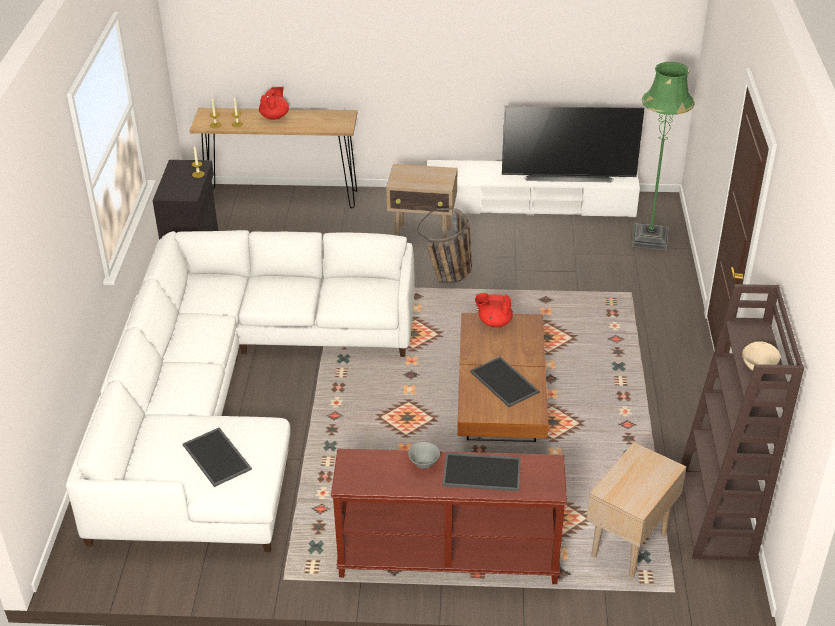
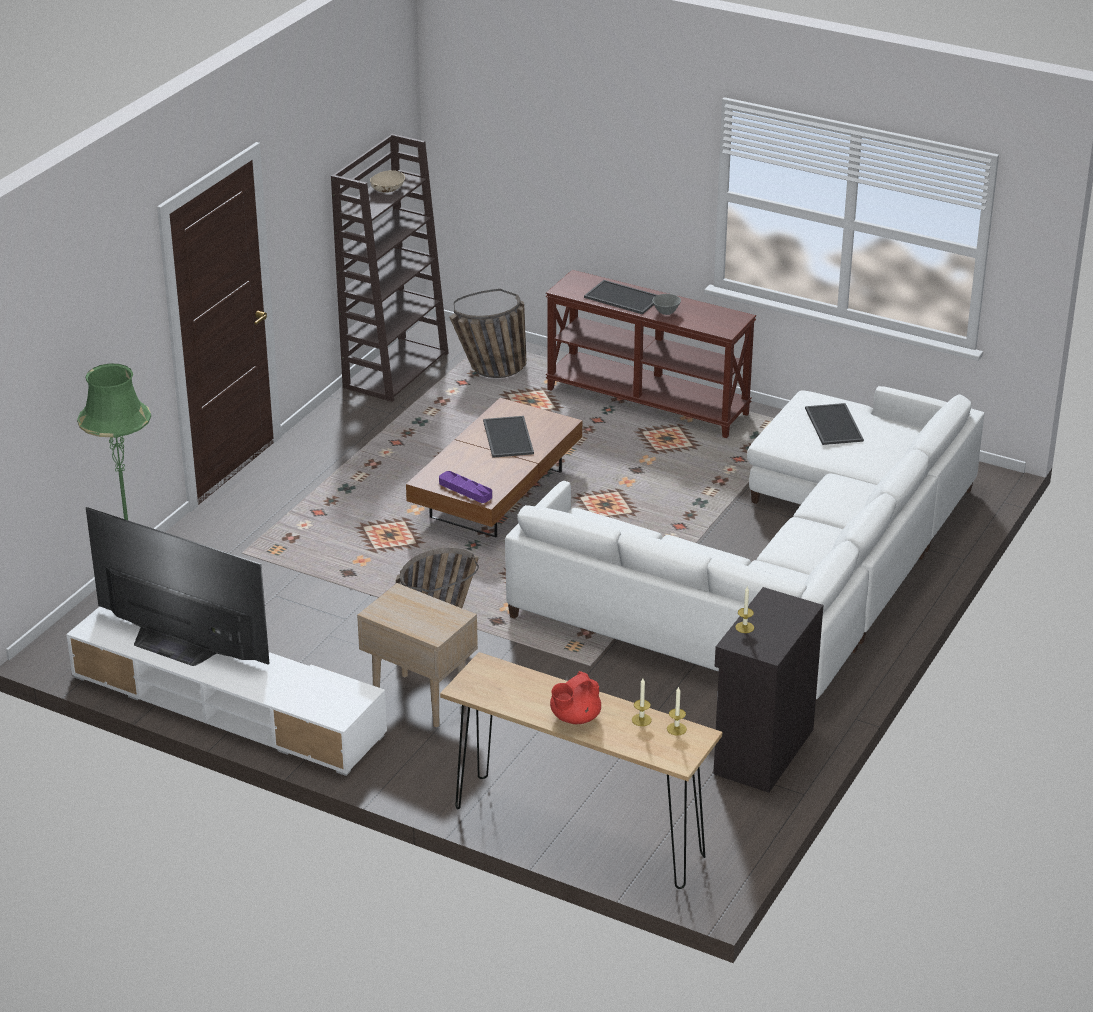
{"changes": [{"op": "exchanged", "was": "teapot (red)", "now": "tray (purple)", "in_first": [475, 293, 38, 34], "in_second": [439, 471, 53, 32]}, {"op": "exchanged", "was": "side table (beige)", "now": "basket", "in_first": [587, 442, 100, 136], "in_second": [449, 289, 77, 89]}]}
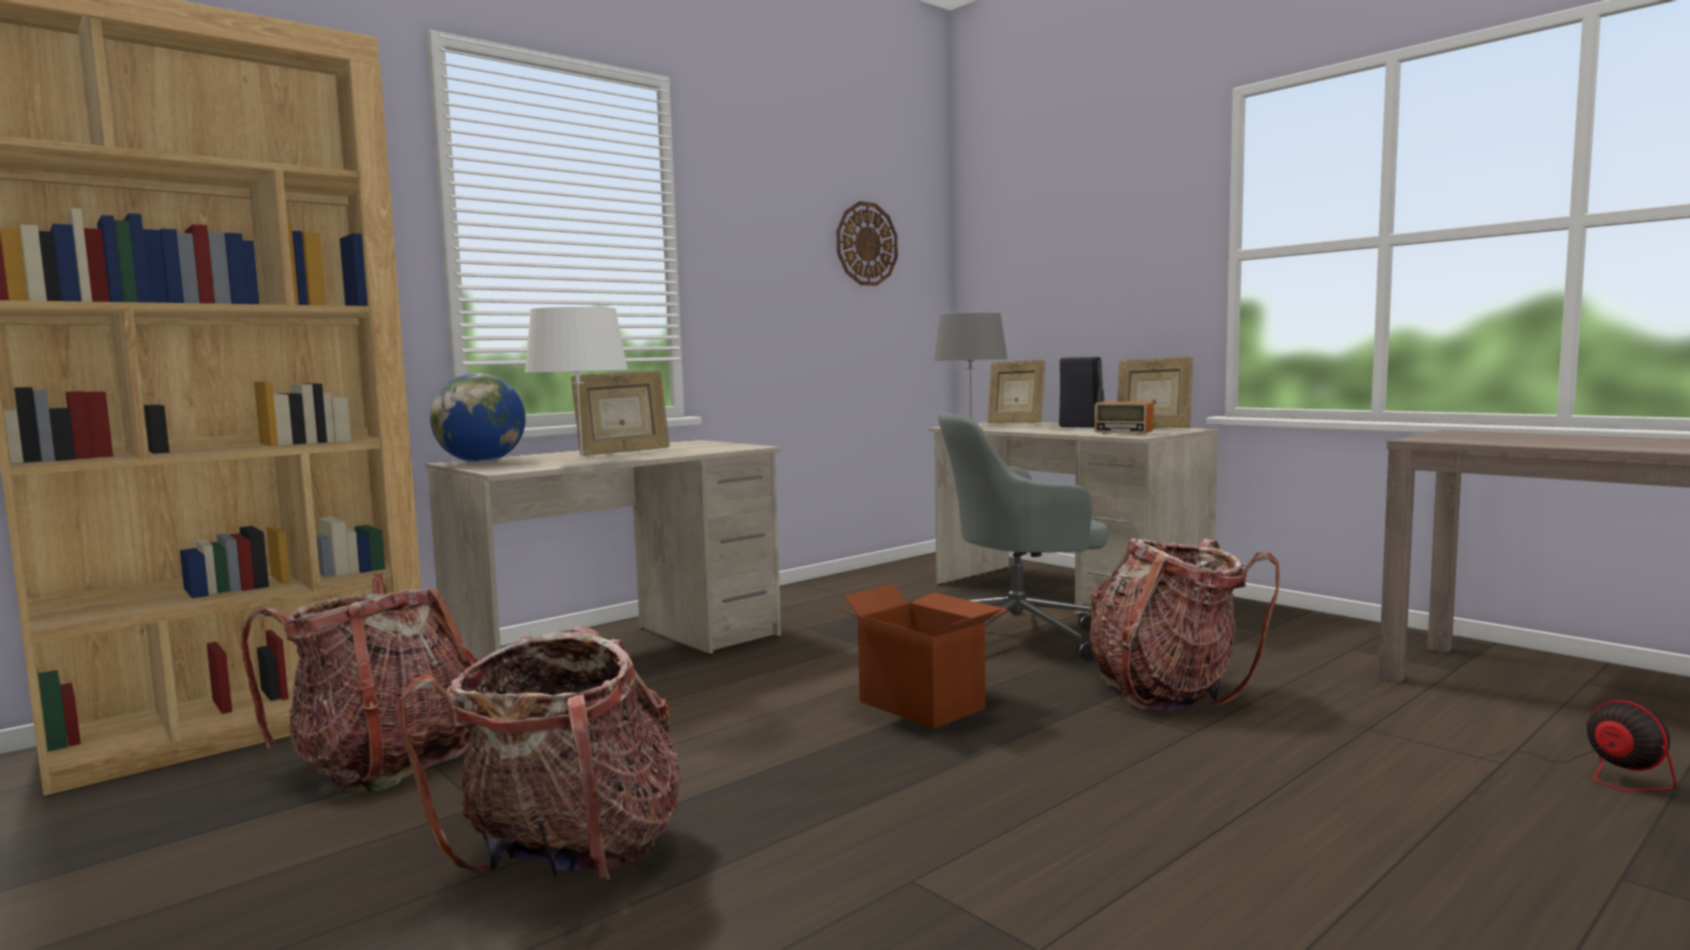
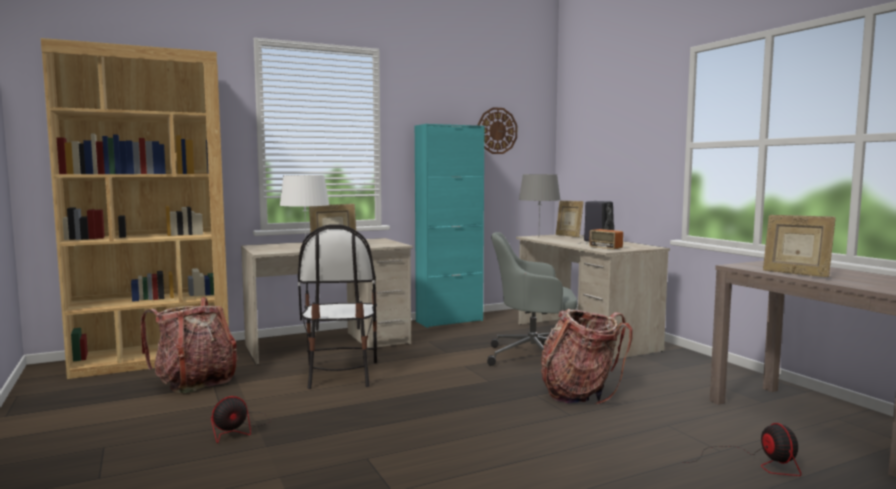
{"changes": [{"op": "exchanged", "was": "backpack", "now": "fan", "in_first": [398, 626, 283, 254], "in_second": [211, 396, 59, 47]}, {"op": "missing", "was": "globe", "in_first": [430, 373, 96, 90]}, {"op": "missing", "was": "cardboard box", "in_first": [832, 584, 176, 145]}, {"op": "relocated", "was": "picture frame", "in_first": [1117, 357, 76, 71], "in_second": [763, 215, 73, 62]}, {"op": "appeared", "now": "chair", "in_second": [298, 224, 79, 165]}, {"op": "appeared", "now": "cabinet (turquoise)", "in_second": [415, 124, 69, 204]}]}
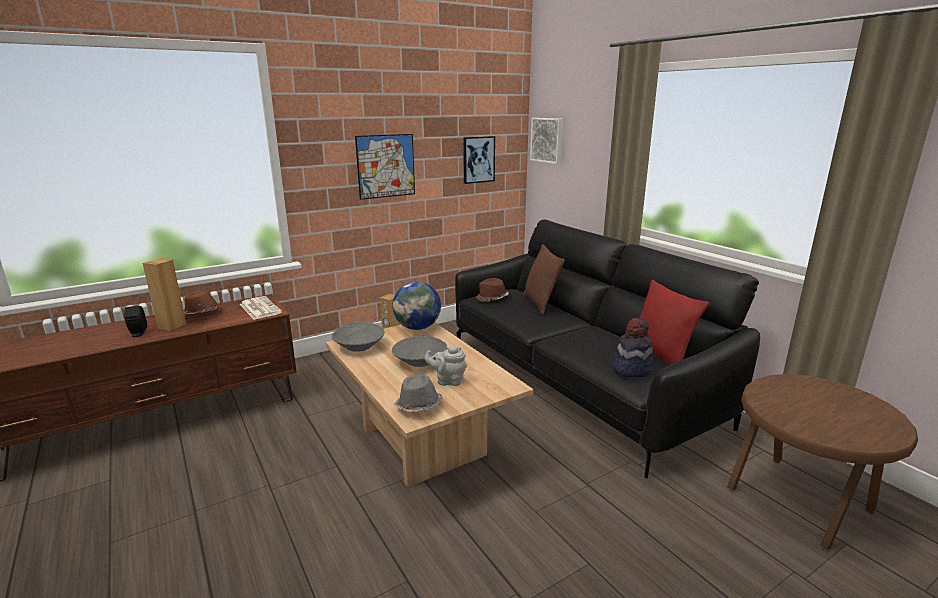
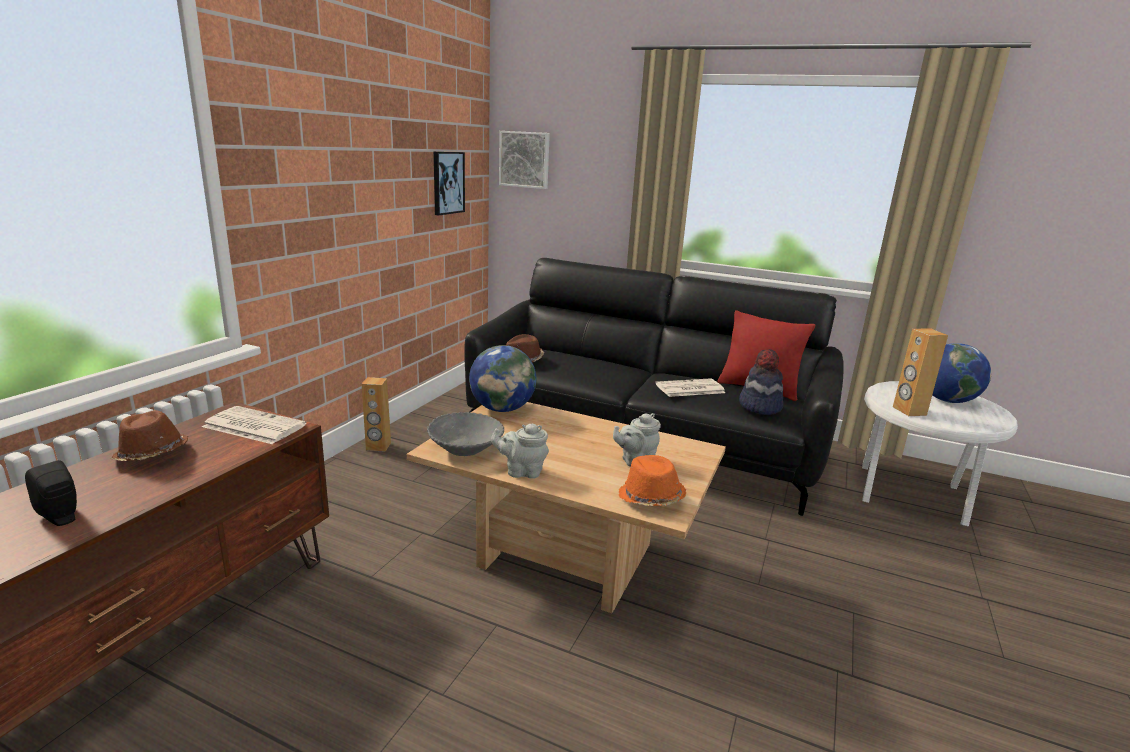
{"changes": [{"op": "relocated", "was": "speaker (brown)", "in_first": [143, 258, 43, 73], "in_second": [893, 329, 55, 87]}, {"op": "missing", "was": "picture", "in_first": [355, 134, 60, 66]}, {"op": "missing", "was": "bowl (grey)", "in_first": [392, 336, 55, 31]}, {"op": "colour", "was": "hat (grey)", "now": "hat (orange)", "in_first": [394, 374, 49, 38], "in_second": [619, 455, 67, 51]}, {"op": "missing", "was": "pillow (brown)", "in_first": [523, 244, 42, 71]}, {"op": "colour", "was": "side table (brown)", "now": "side table (white)", "in_first": [727, 374, 191, 176], "in_second": [862, 381, 156, 145]}, {"op": "appeared", "now": "teapot (grey)", "in_second": [491, 424, 58, 55]}, {"op": "appeared", "now": "newspaper", "in_second": [655, 378, 70, 19]}, {"op": "appeared", "now": "globe", "in_second": [932, 343, 59, 60]}]}
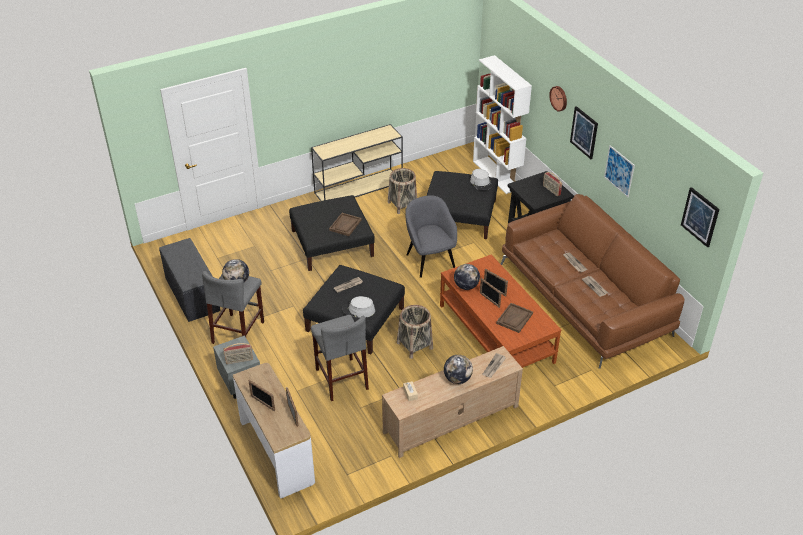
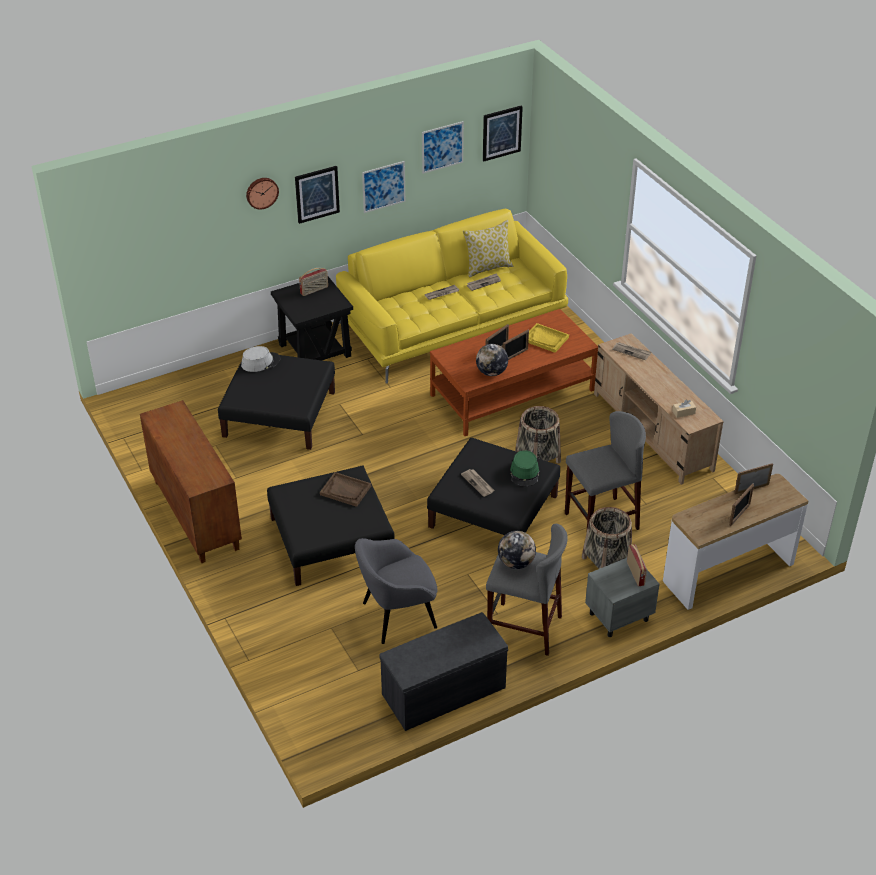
{"changes": [{"op": "exchanged", "was": "console table (beige)", "now": "cabinet (brown)", "in_first": [311, 124, 92, 77], "in_second": [140, 400, 102, 163]}, {"op": "colour", "was": "hat (grey)", "now": "hat (green)", "in_first": [342, 296, 33, 22], "in_second": [510, 450, 29, 37]}, {"op": "relocated", "was": "basket", "in_first": [388, 168, 29, 46], "in_second": [582, 507, 50, 62]}, {"op": "relocated", "was": "armchair (grey)", "in_first": [405, 195, 52, 83], "in_second": [355, 538, 83, 106]}, {"op": "missing", "was": "globe", "in_first": [444, 355, 29, 29]}, {"op": "missing", "was": "bookcase (white)", "in_first": [473, 55, 59, 139]}, {"op": "colour", "was": "tray (brown)", "now": "tray (yellow)", "in_first": [496, 303, 37, 30], "in_second": [528, 323, 41, 30]}, {"op": "colour", "was": "sofa (brown)", "now": "sofa (yellow)", "in_first": [501, 194, 184, 175], "in_second": [336, 209, 232, 174]}, {"op": "appeared", "now": "picture", "in_second": [422, 121, 42, 53]}, {"op": "appeared", "now": "pillow", "in_second": [463, 220, 50, 58]}]}
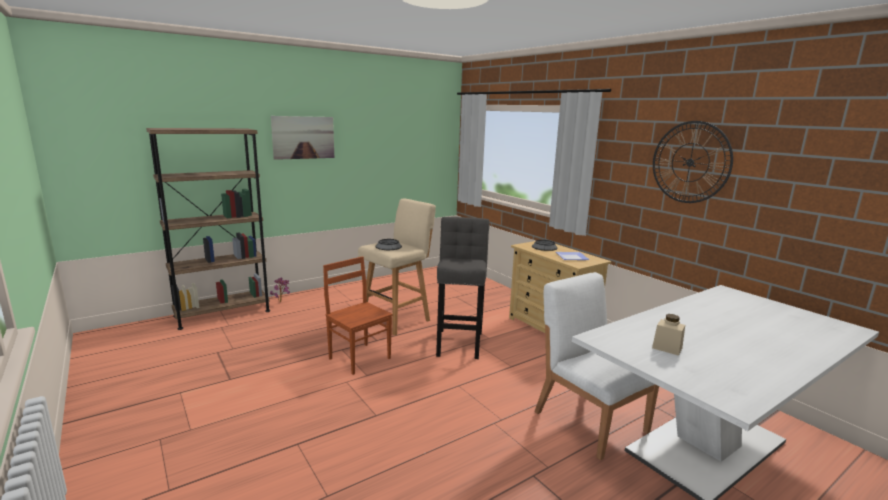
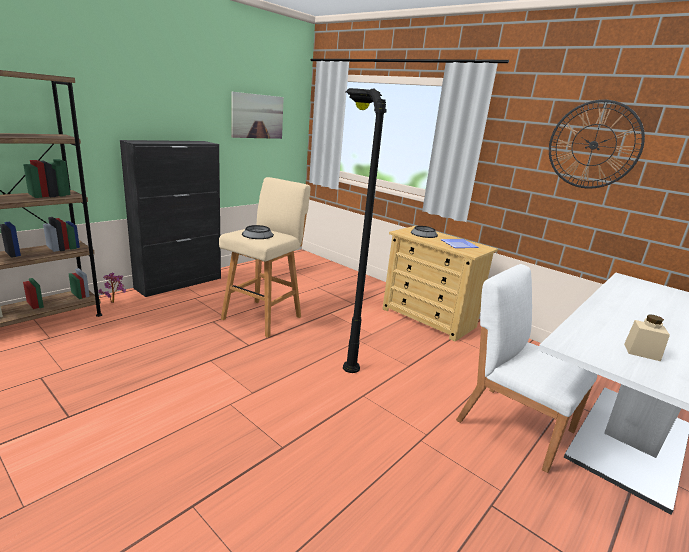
{"changes": [{"op": "relocated", "was": "picture", "in_first": [271, 116, 63, 44], "in_second": [231, 92, 53, 47]}, {"op": "missing", "was": "chair (brown)", "in_first": [323, 256, 69, 119]}, {"op": "exchanged", "was": "stool (grey)", "now": "floor lamp (black)", "in_first": [436, 217, 54, 142], "in_second": [343, 88, 44, 285]}, {"op": "appeared", "now": "cabinet (black)", "in_second": [120, 140, 101, 157]}]}
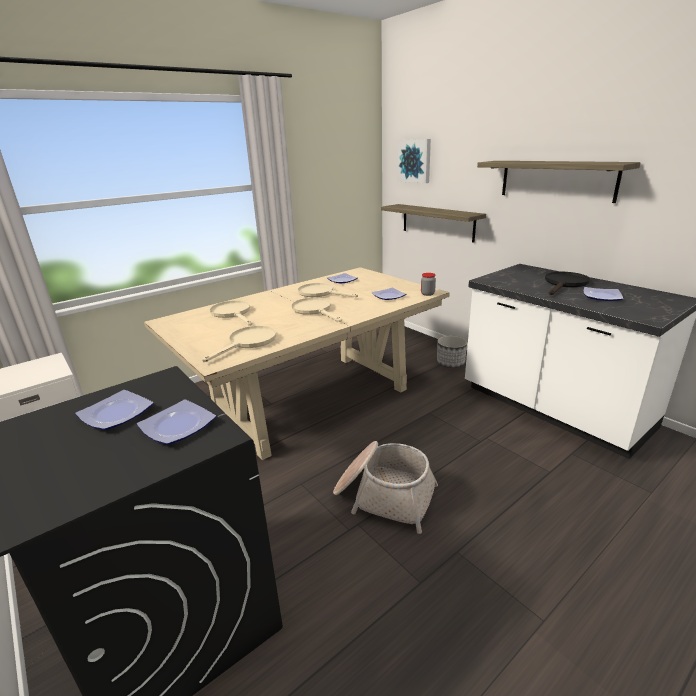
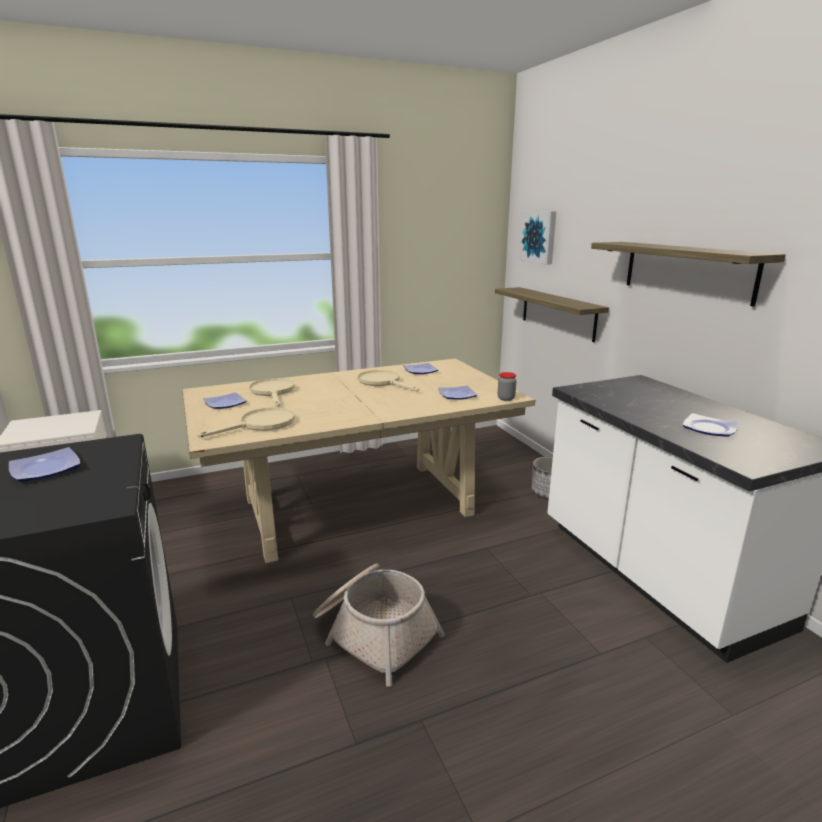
{"changes": [{"op": "relocated", "was": "plate", "in_first": [137, 399, 79, 46], "in_second": [204, 392, 43, 17]}, {"op": "missing", "was": "frying pan (beige)", "in_first": [292, 298, 50, 24]}, {"op": "missing", "was": "frying pan (black)", "in_first": [545, 272, 45, 23]}]}
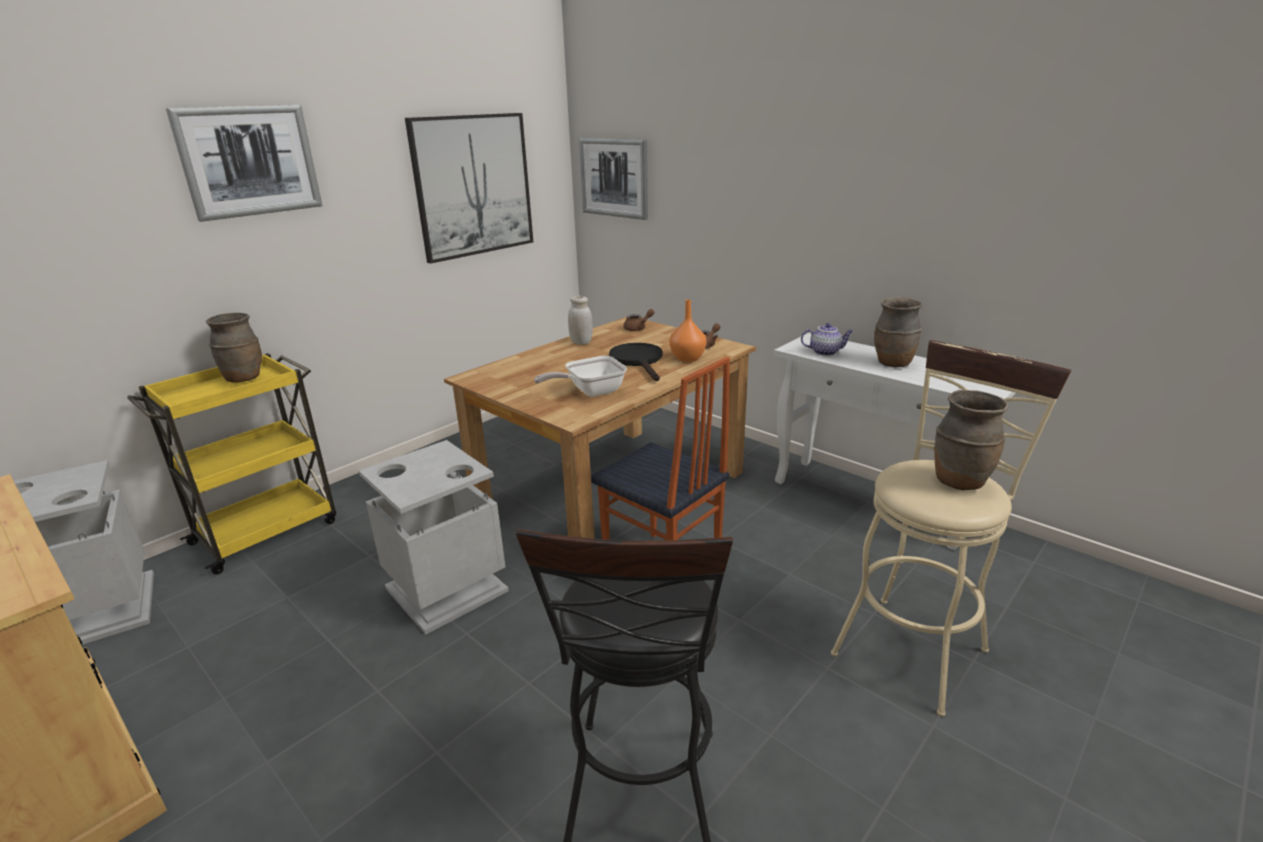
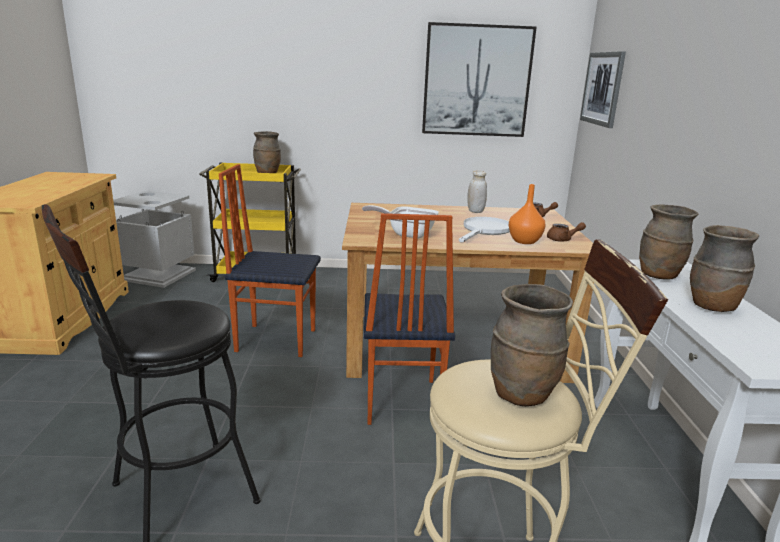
{"changes": [{"op": "missing", "was": "picture", "in_first": [166, 105, 156, 117]}, {"op": "exchanged", "was": "trash can (grey)", "now": "chair", "in_first": [359, 440, 150, 195], "in_second": [219, 164, 102, 193]}, {"op": "colour", "was": "frying pan (black)", "now": "frying pan (white)", "in_first": [609, 343, 54, 38], "in_second": [459, 217, 51, 26]}, {"op": "exchanged", "was": "teapot", "now": "vase (brown)", "in_first": [801, 323, 52, 33], "in_second": [639, 205, 59, 74]}]}
